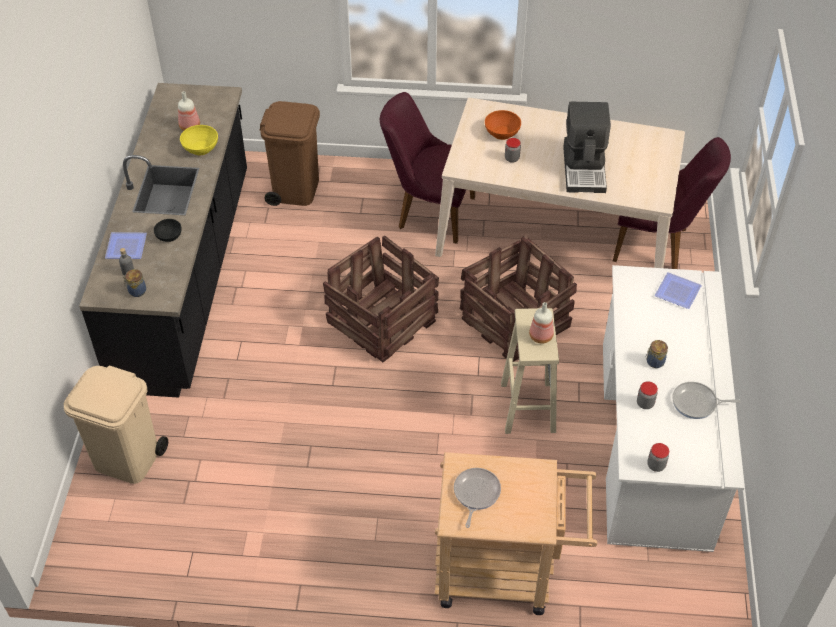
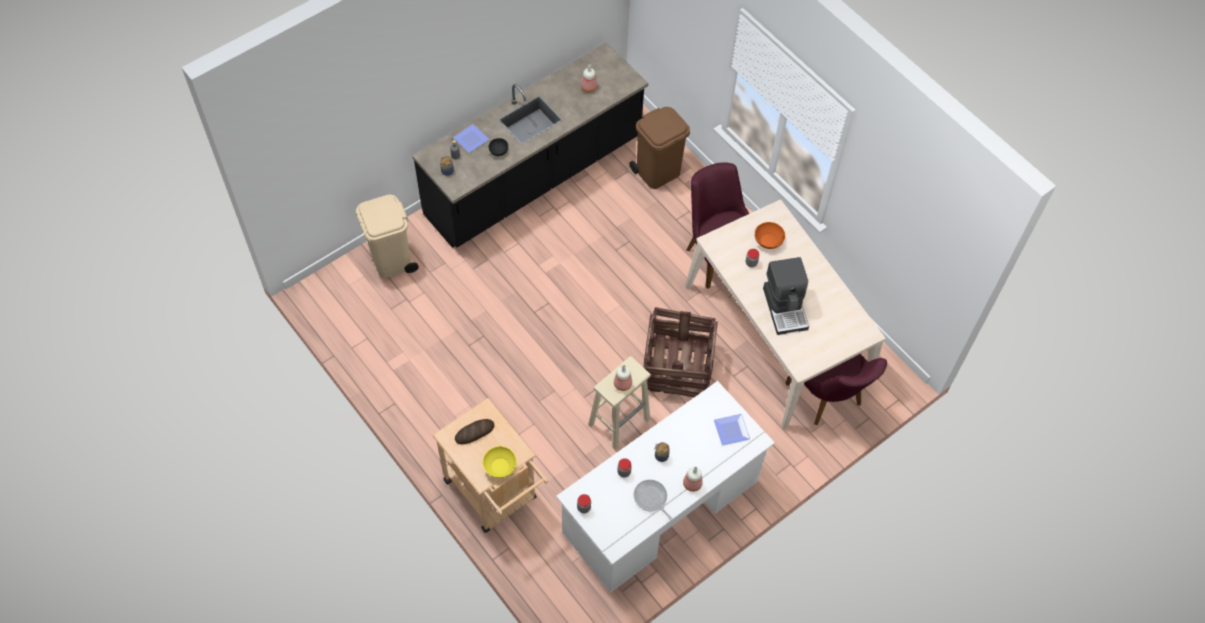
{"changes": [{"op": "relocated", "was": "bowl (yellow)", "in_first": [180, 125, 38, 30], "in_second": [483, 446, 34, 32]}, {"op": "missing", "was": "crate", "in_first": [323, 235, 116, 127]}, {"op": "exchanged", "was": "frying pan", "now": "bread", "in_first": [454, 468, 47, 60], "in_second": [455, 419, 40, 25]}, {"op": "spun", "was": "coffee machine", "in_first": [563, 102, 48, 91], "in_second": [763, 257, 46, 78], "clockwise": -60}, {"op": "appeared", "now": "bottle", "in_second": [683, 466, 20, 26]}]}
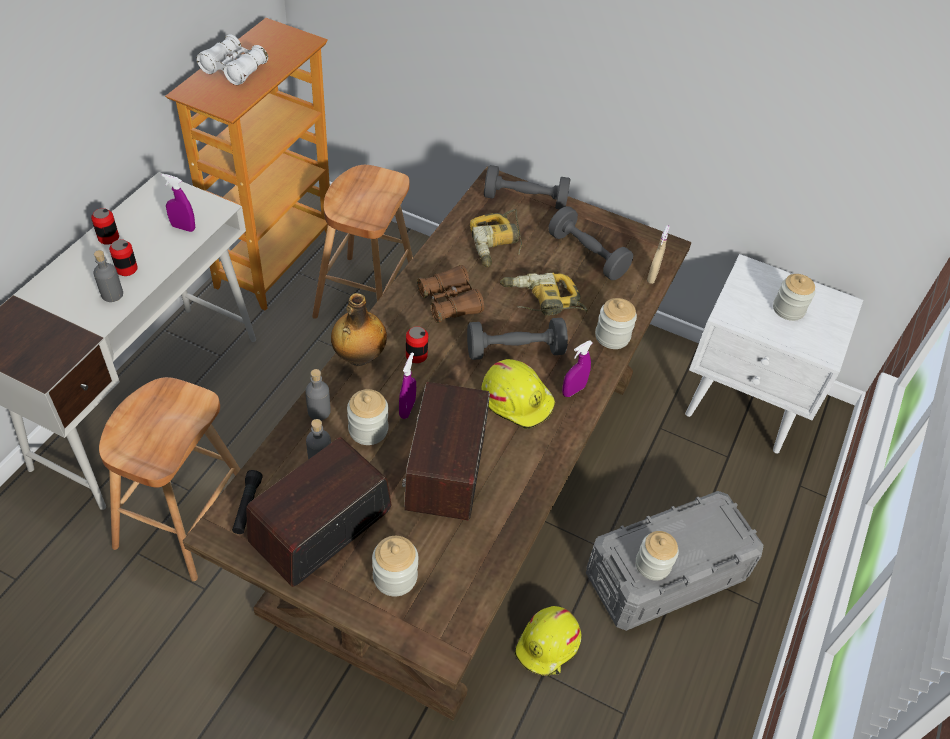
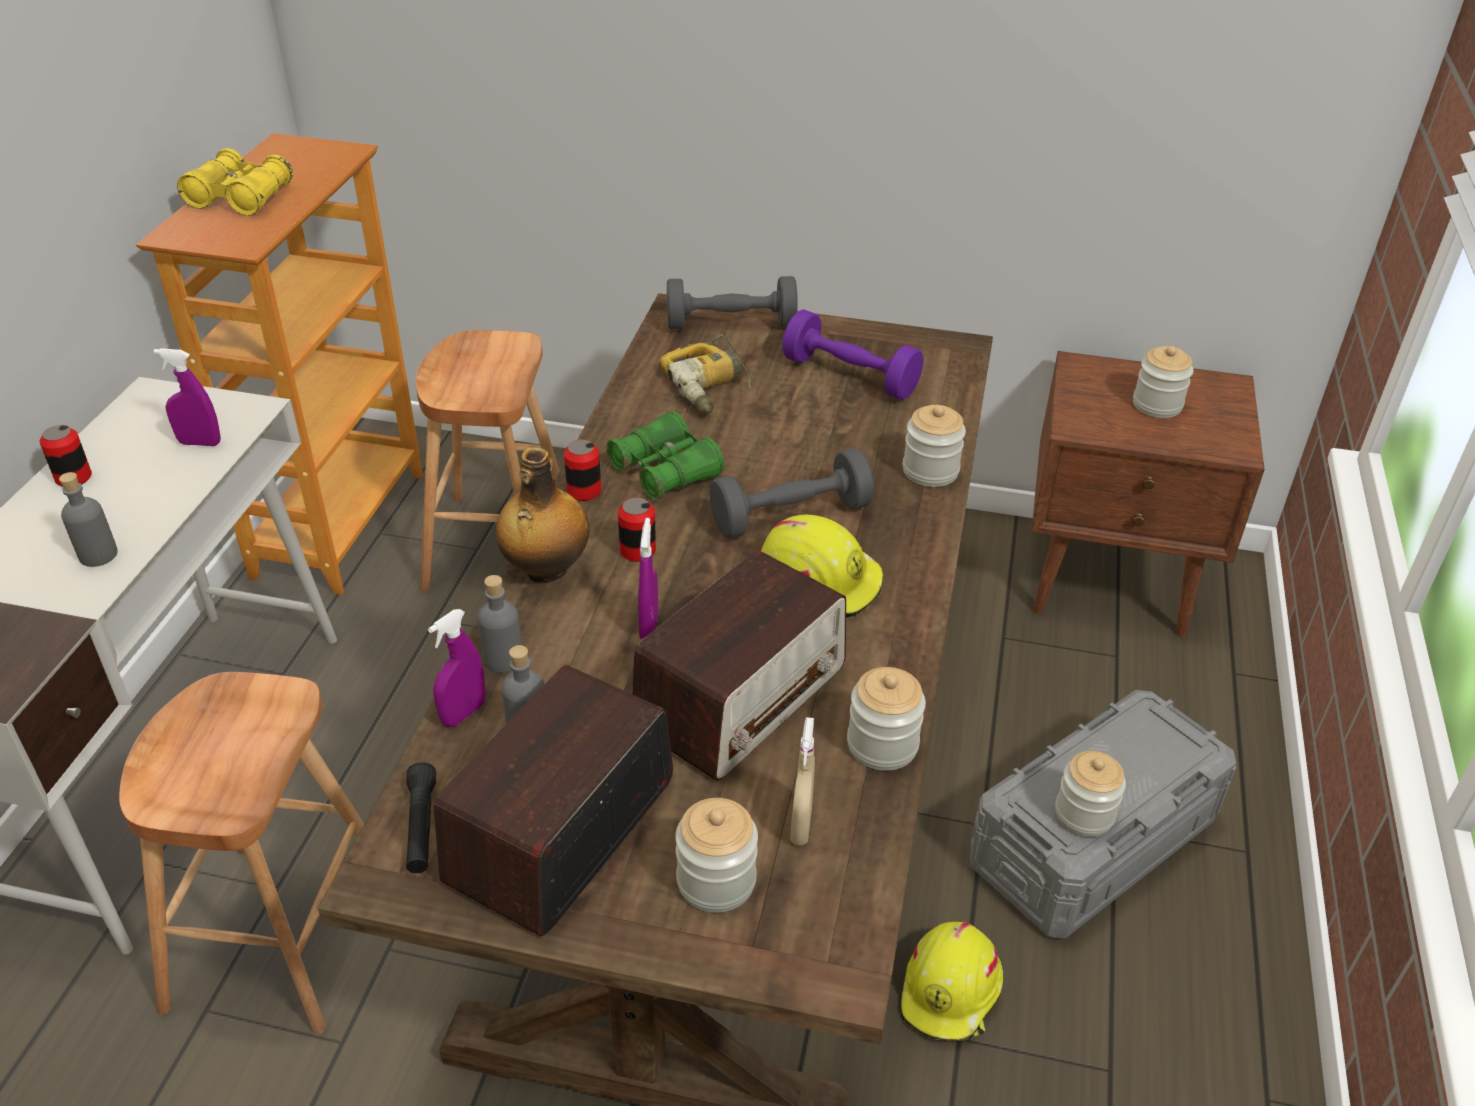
{"changes": [{"op": "relocated", "was": "can", "in_first": [109, 239, 29, 37], "in_second": [564, 440, 37, 61]}, {"op": "colour", "was": "binoculars (white)", "now": "binoculars (yellow)", "in_first": [197, 34, 71, 51], "in_second": [177, 148, 116, 68]}, {"op": "relocated", "was": "jar", "in_first": [347, 389, 41, 56], "in_second": [847, 667, 79, 104]}, {"op": "spun", "was": "radio", "in_first": [402, 382, 88, 139], "in_second": [632, 550, 214, 231], "clockwise": -135}, {"op": "colour", "was": "binoculars (brown)", "now": "binoculars (green)", "in_first": [417, 265, 67, 58], "in_second": [606, 411, 119, 89]}, {"op": "missing", "was": "power drill", "in_first": [500, 272, 88, 44]}, {"op": "colour", "was": "dumbbell (grey)", "now": "dumbbell (purple)", "in_first": [549, 206, 84, 74], "in_second": [782, 309, 141, 91]}, {"op": "relocated", "was": "spray bottle (purple)", "in_first": [562, 341, 31, 56], "in_second": [428, 609, 57, 119]}, {"op": "relocated", "was": "spray bottle (beige)", "in_first": [647, 225, 23, 59], "in_second": [790, 717, 25, 129]}, {"op": "colour", "was": "nightstand (white)", "now": "nightstand (brown)", "in_first": [685, 254, 178, 199], "in_second": [1031, 351, 234, 286]}]}
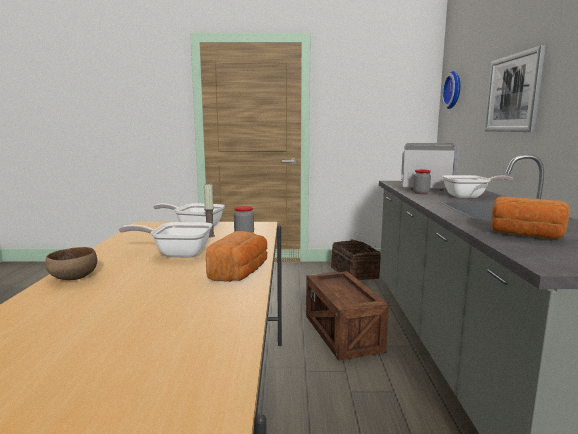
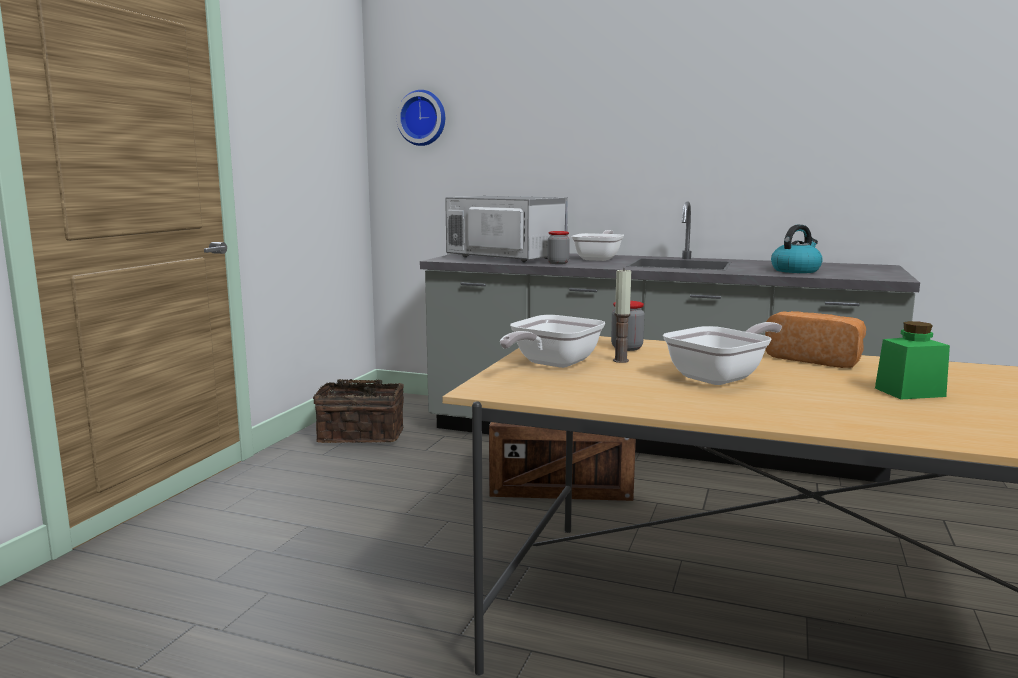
{"changes": [{"op": "missing", "was": "bowl (brown)", "in_first": [45, 247, 52, 33]}, {"op": "spun", "was": "frying pan", "in_first": [119, 222, 94, 36], "in_second": [663, 322, 119, 63], "clockwise": -150}, {"op": "missing", "was": "picture", "in_first": [485, 45, 61, 87]}, {"op": "exchanged", "was": "bread", "now": "kettle", "in_first": [491, 197, 79, 42], "in_second": [771, 225, 52, 48]}, {"op": "appeared", "now": "jar (green)", "in_second": [875, 321, 75, 78]}]}
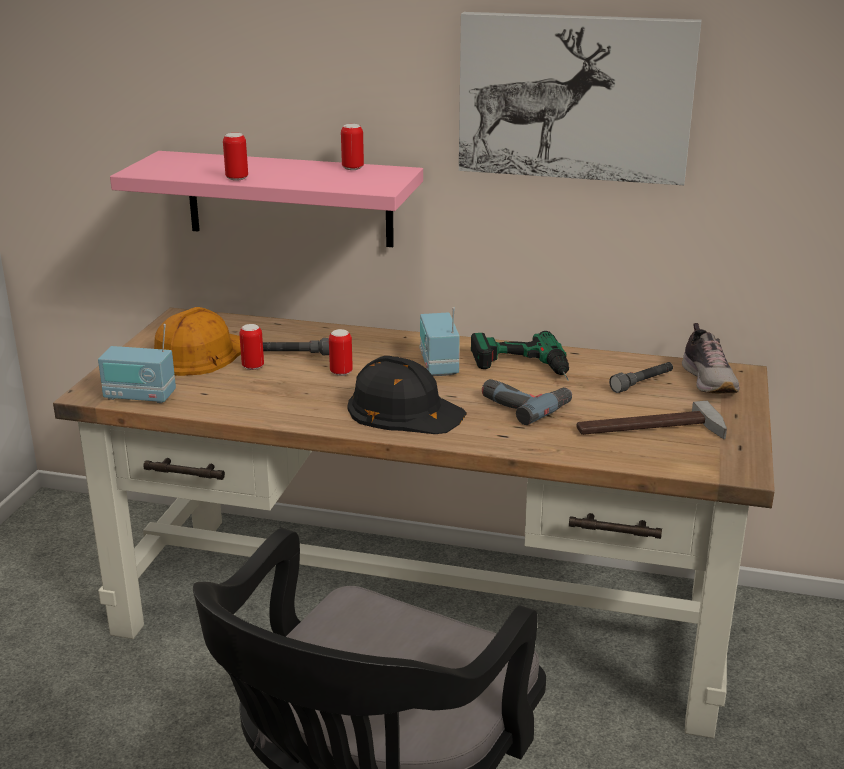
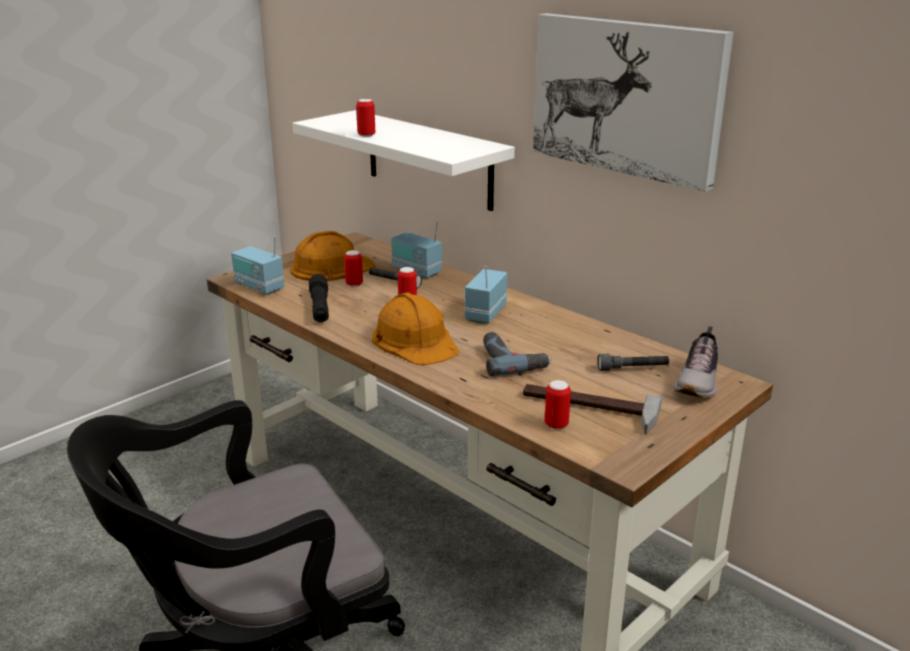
{"changes": [{"op": "colour", "was": "shelf (pink)", "now": "shelf (white)", "in_first": [110, 151, 313, 96], "in_second": [293, 110, 222, 101]}, {"op": "relocated", "was": "can", "in_first": [341, 124, 23, 46], "in_second": [545, 380, 26, 50]}, {"op": "colour", "was": "hard hat (black)", "now": "hard hat (orange)", "in_first": [348, 356, 119, 78], "in_second": [372, 292, 87, 73]}, {"op": "missing", "was": "power drill", "in_first": [471, 331, 98, 50]}, {"op": "appeared", "now": "flashlight (black)", "in_second": [309, 274, 20, 48]}, {"op": "appeared", "now": "radio", "in_second": [391, 221, 51, 57]}]}
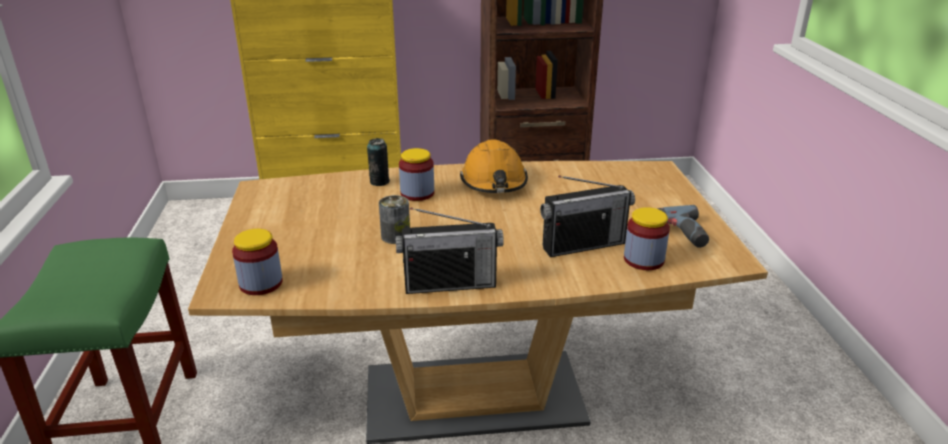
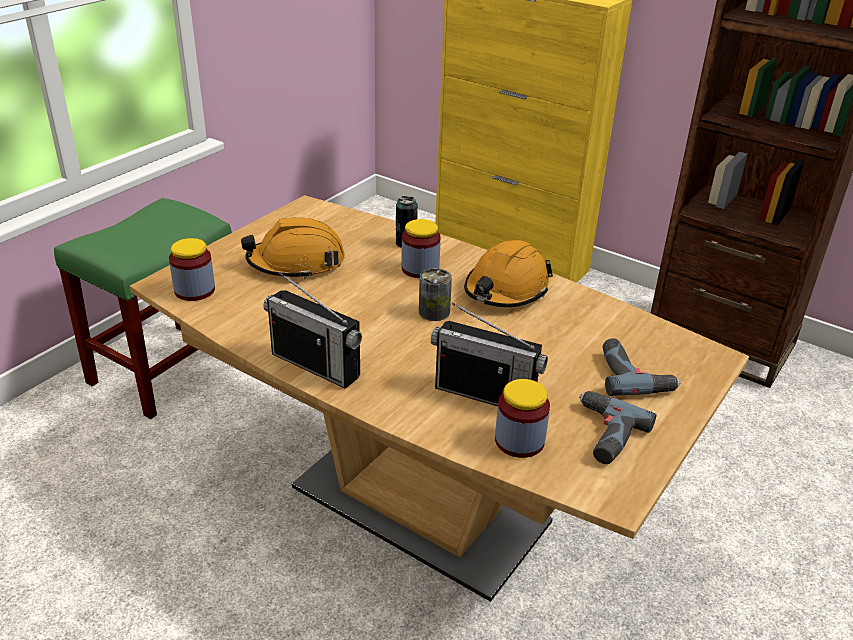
{"changes": [{"op": "relocated", "was": "can", "in_first": [379, 195, 31, 49], "in_second": [419, 268, 33, 53]}, {"op": "appeared", "now": "hard hat (orange)", "in_second": [241, 217, 104, 63]}, {"op": "appeared", "now": "power drill", "in_second": [603, 338, 77, 58]}]}
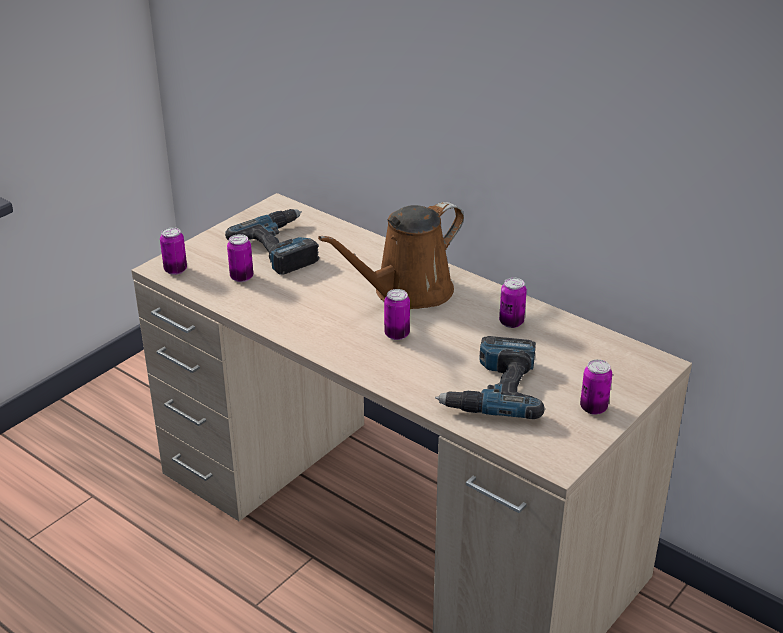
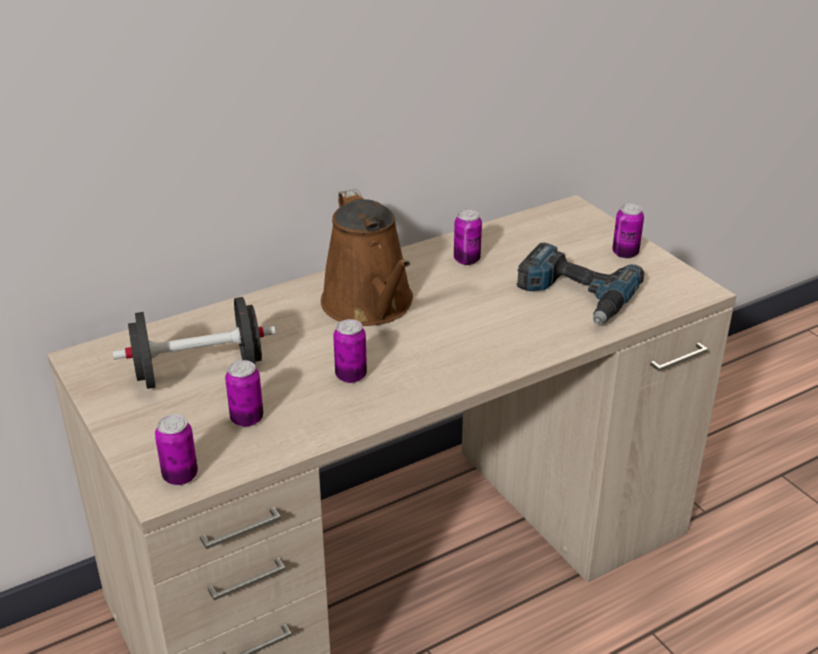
{"changes": [{"op": "exchanged", "was": "power drill", "now": "dumbbell (black)", "in_first": [225, 209, 94, 66], "in_second": [112, 297, 163, 92]}, {"op": "relocated", "was": "can", "in_first": [384, 289, 26, 51], "in_second": [333, 319, 34, 64]}]}
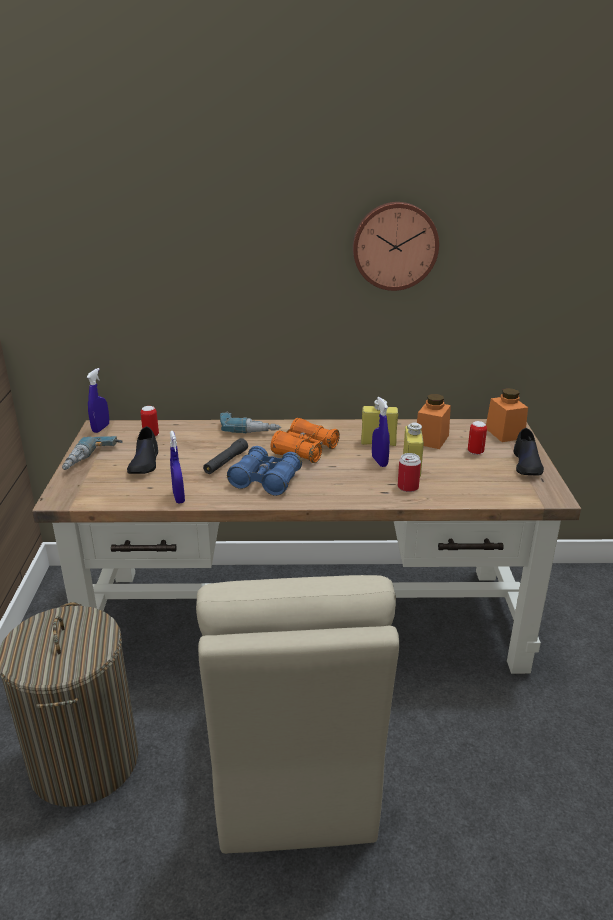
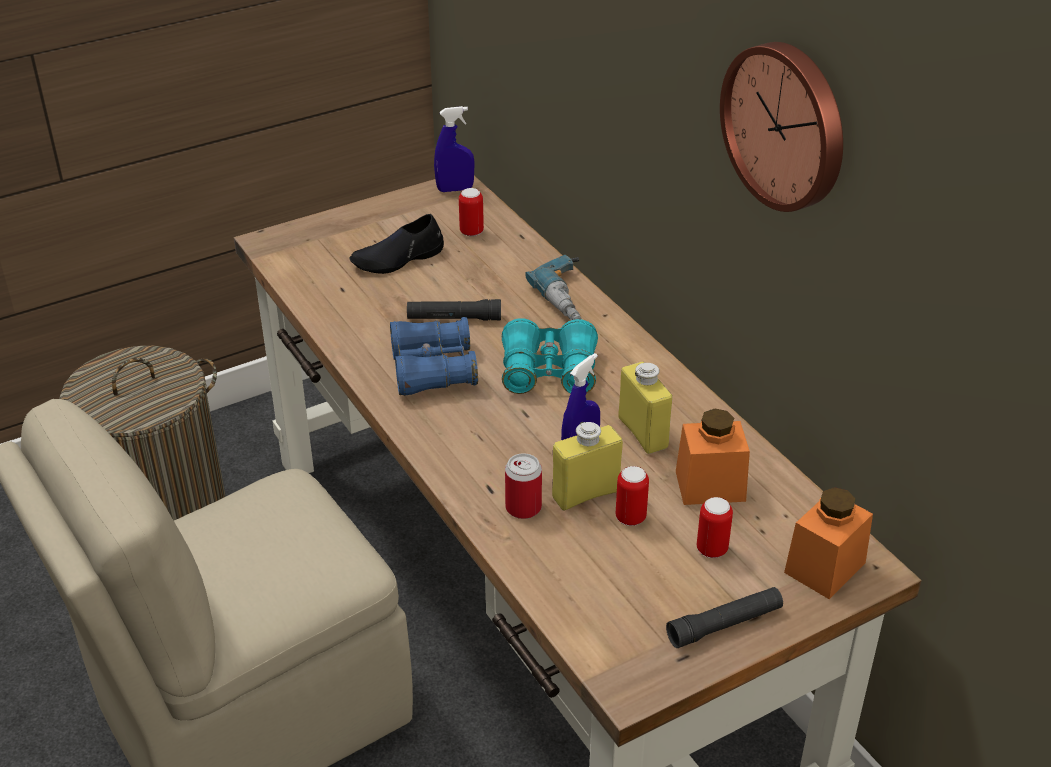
{"changes": [{"op": "missing", "was": "power drill", "in_first": [62, 436, 61, 34]}, {"op": "missing", "was": "spray bottle (blue)", "in_first": [170, 431, 15, 73]}, {"op": "colour", "was": "binoculars (orange)", "now": "binoculars (turquoise)", "in_first": [271, 418, 69, 45], "in_second": [502, 318, 96, 76]}, {"op": "exchanged", "was": "shoe (black)", "now": "flashlight (black)", "in_first": [513, 428, 31, 48], "in_second": [666, 587, 117, 61]}, {"op": "appeared", "now": "can", "in_second": [616, 466, 33, 60]}]}
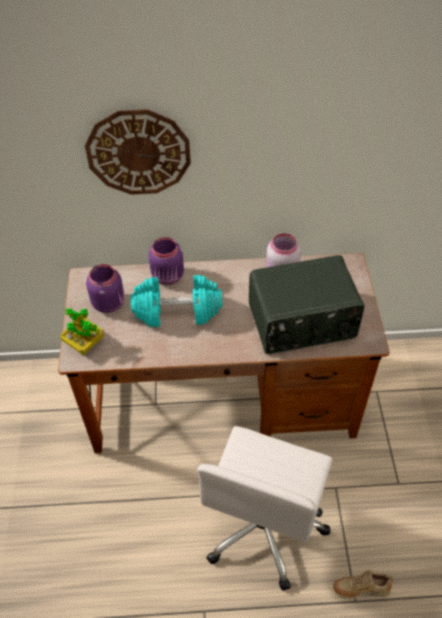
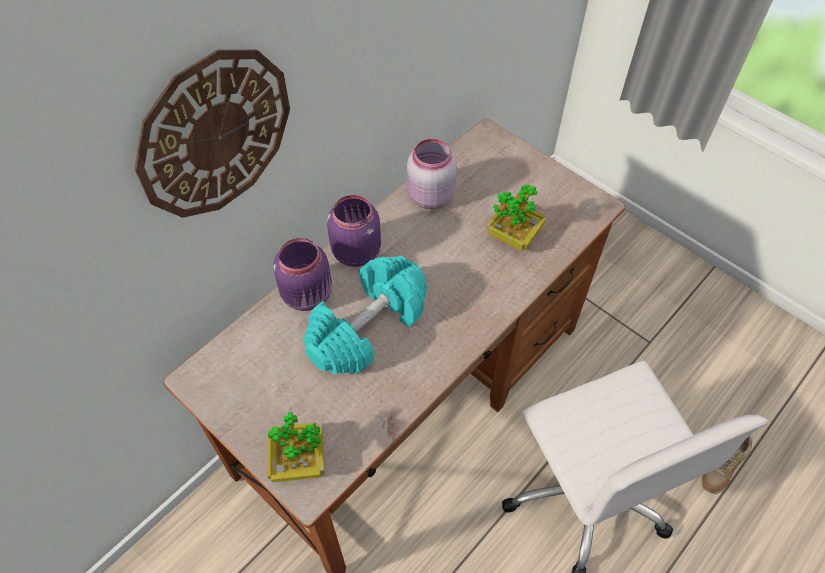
{"changes": [{"op": "relocated", "was": "jar (purple)", "in_first": [86, 264, 39, 49], "in_second": [327, 195, 54, 72]}, {"op": "exchanged", "was": "radio", "now": "potted plant", "in_first": [249, 255, 116, 99], "in_second": [486, 184, 60, 67]}]}
